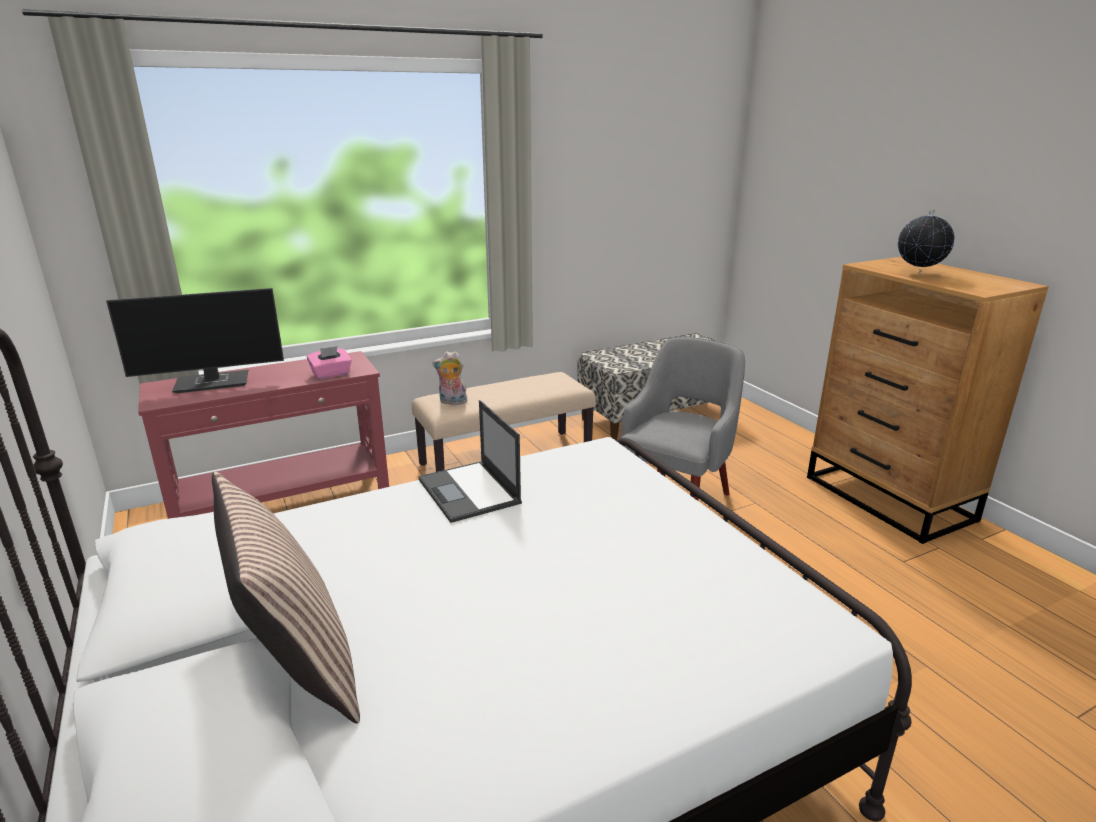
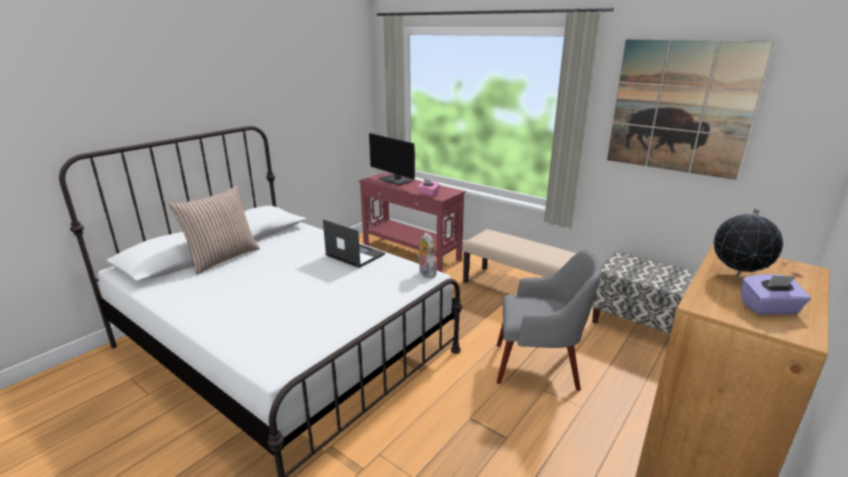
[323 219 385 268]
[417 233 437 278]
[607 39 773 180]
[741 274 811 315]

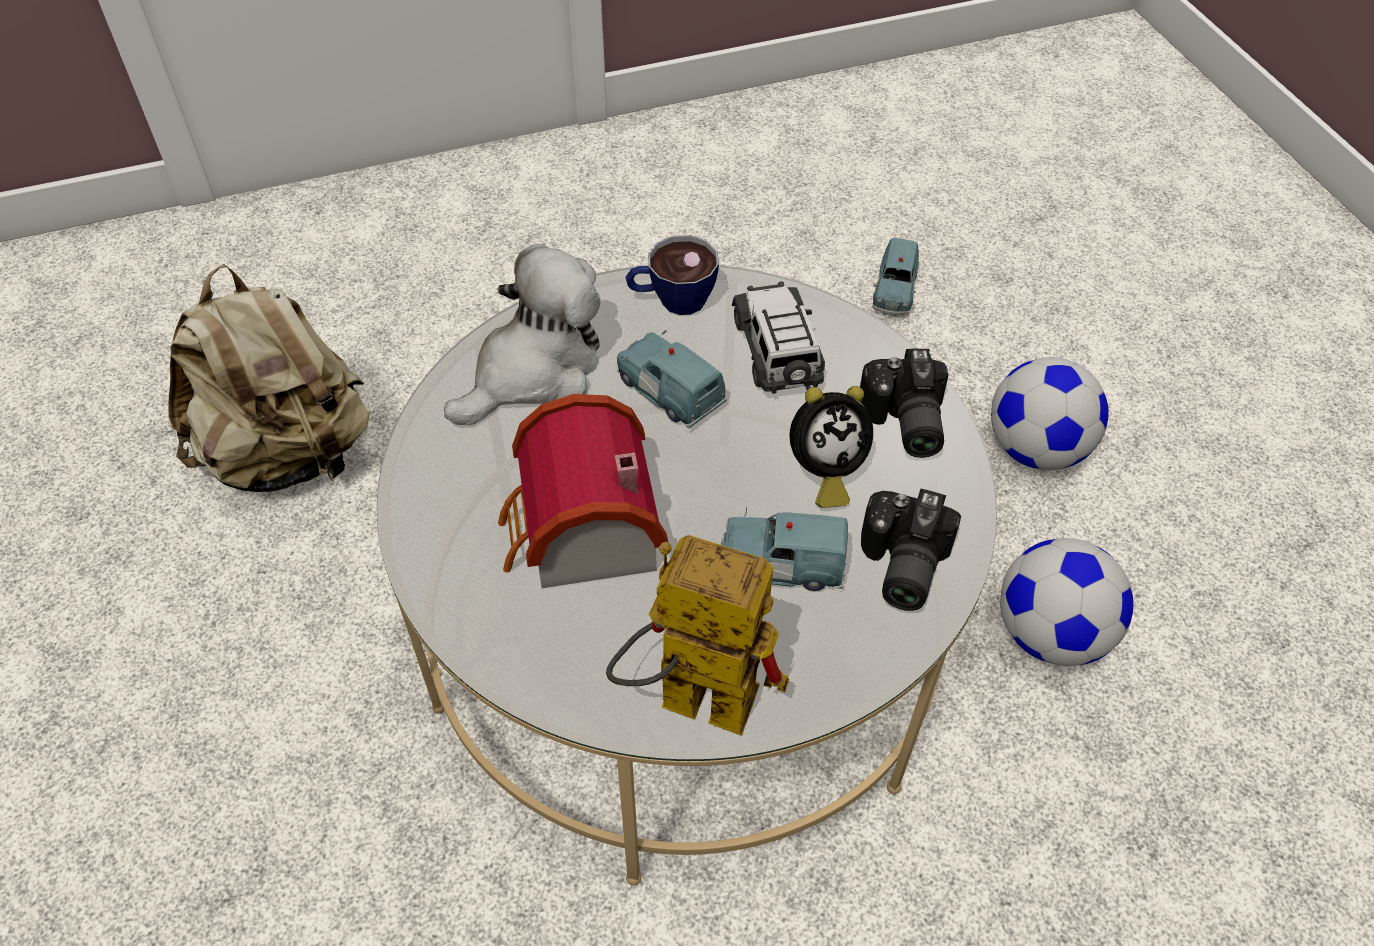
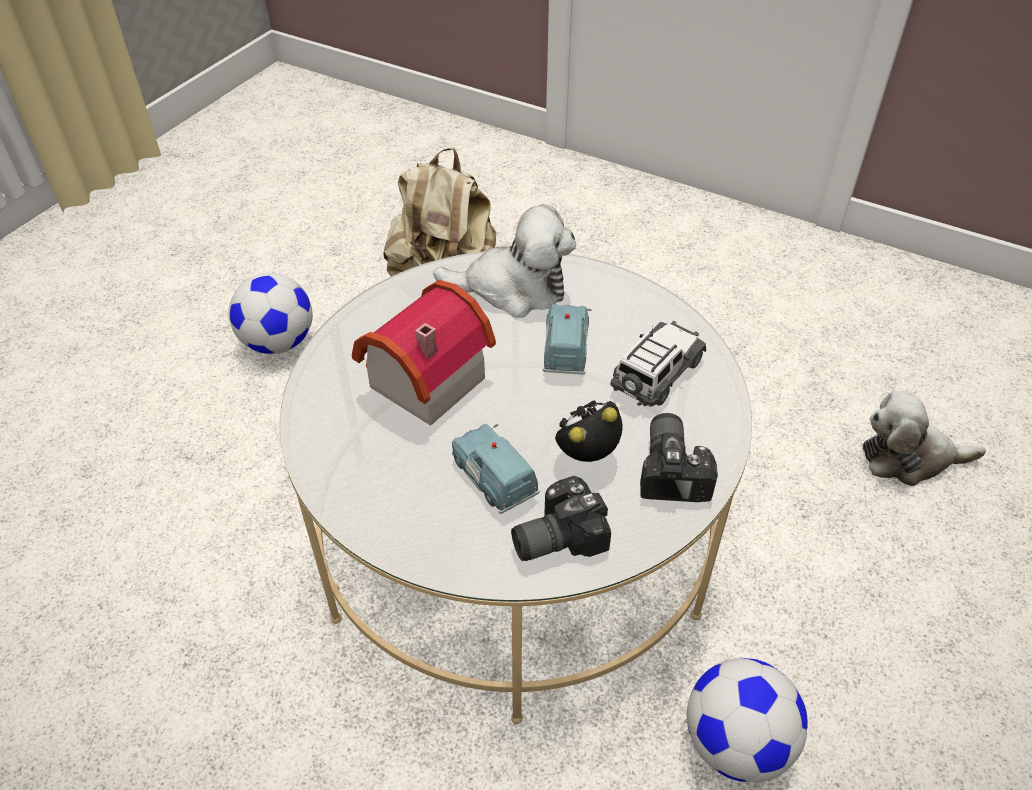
[606 535 789 736] (first image)
[626 235 719 315] (first image)
[555 400 622 462]
[640 413 718 502]
[863 391 986 486]
[228 273 313 354]

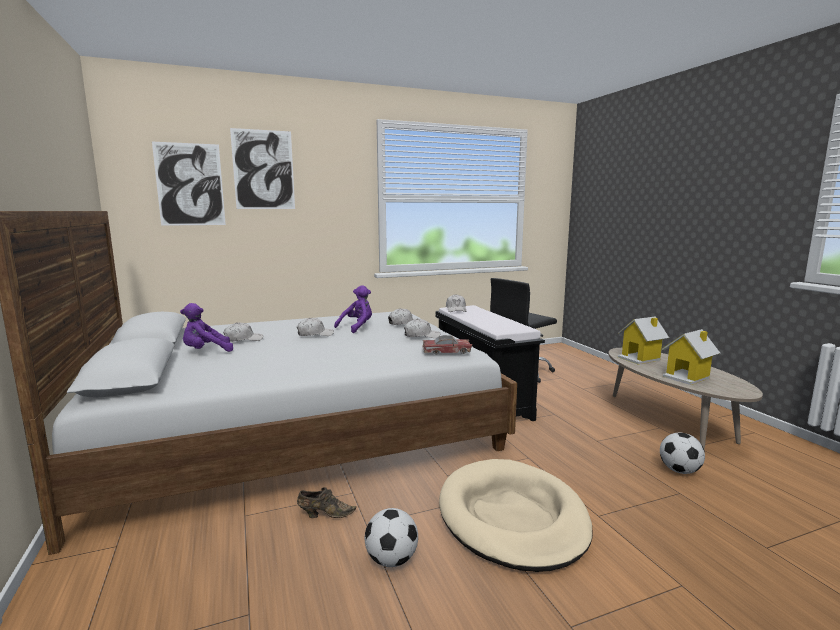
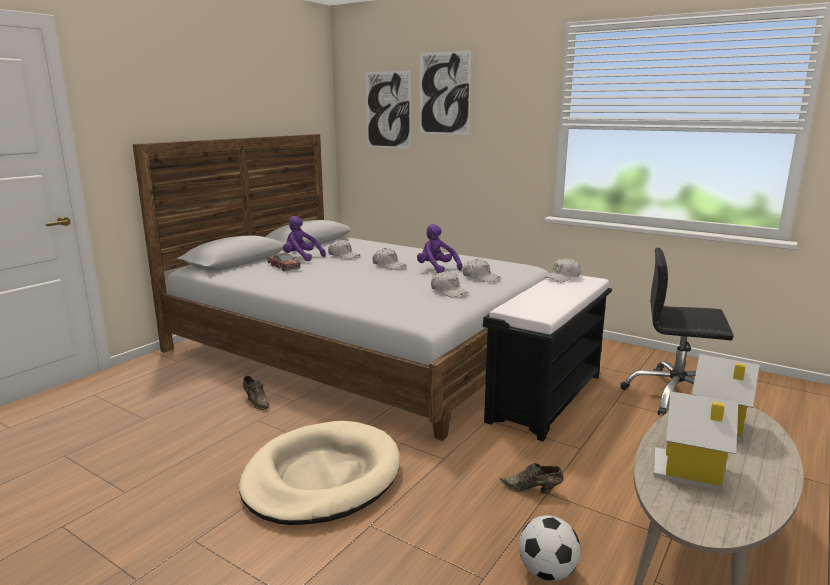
[417 224 462 273]
[365 508 418 567] (first image)
[267 253 300 271]
[500 463 564 494]

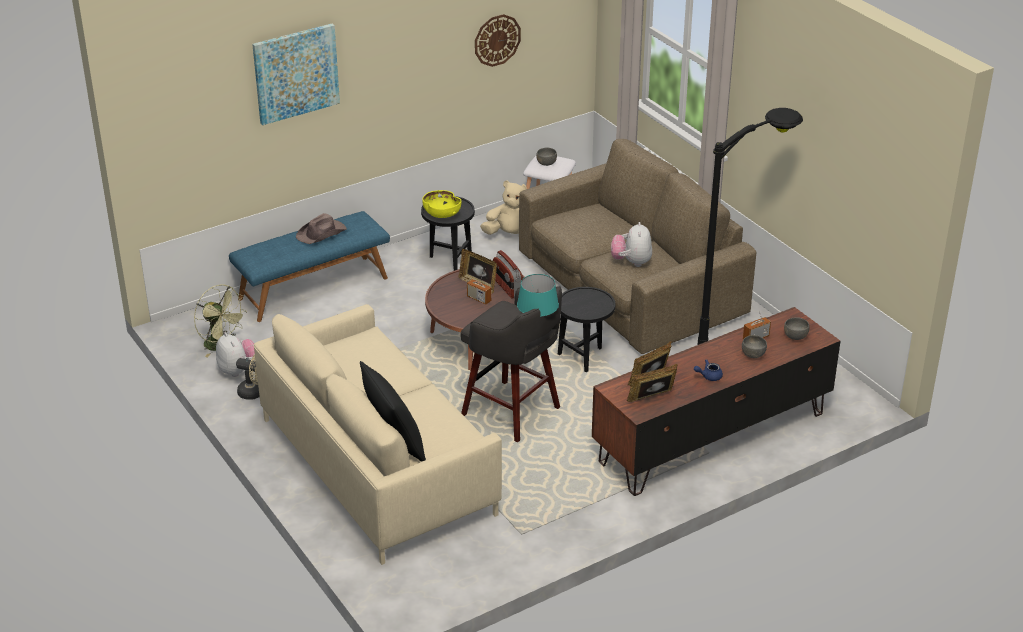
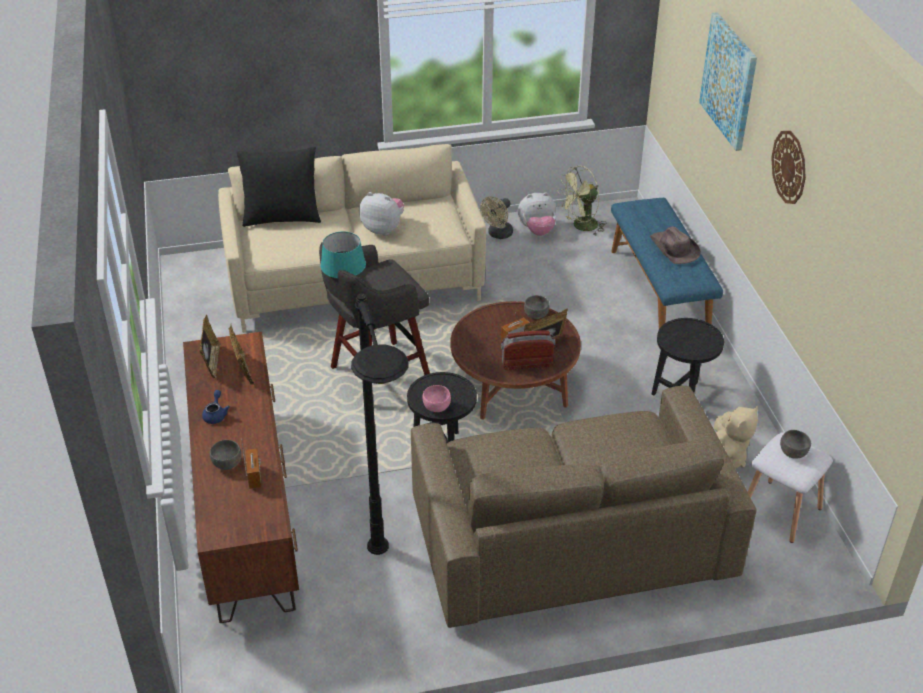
[422 190 462 218] (first image)
[771 131 806 204]
[359 192 404 236]
[524 295 549 319]
[423 385 451 412]

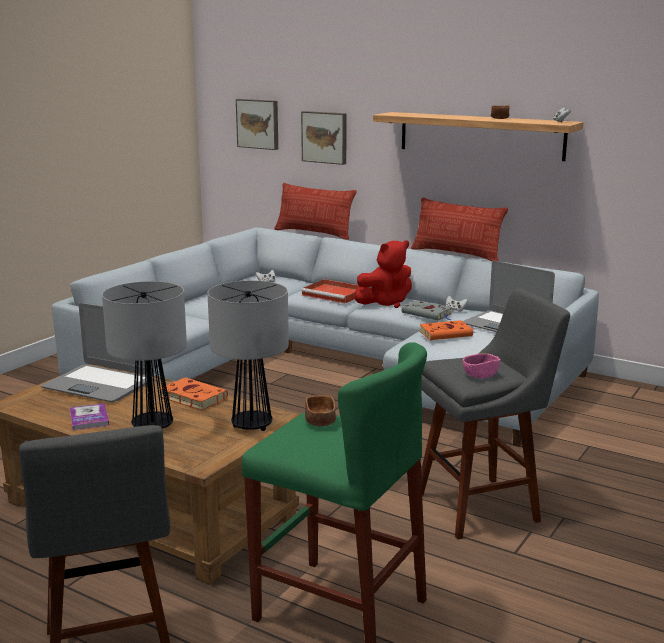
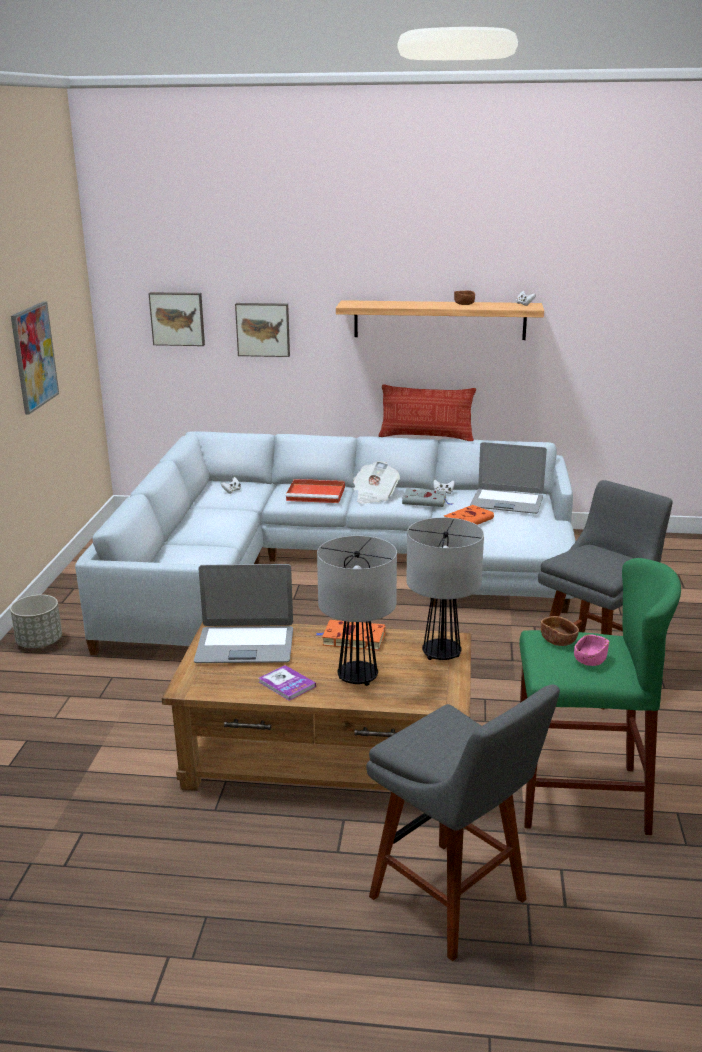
[274 183 356 240] (first image)
[353 461 400 504]
[574 634 609 666]
[10 595 62 648]
[11 301 59 414]

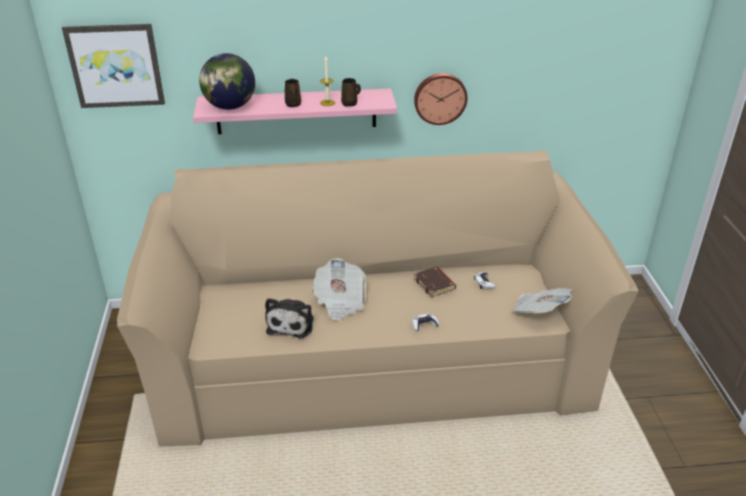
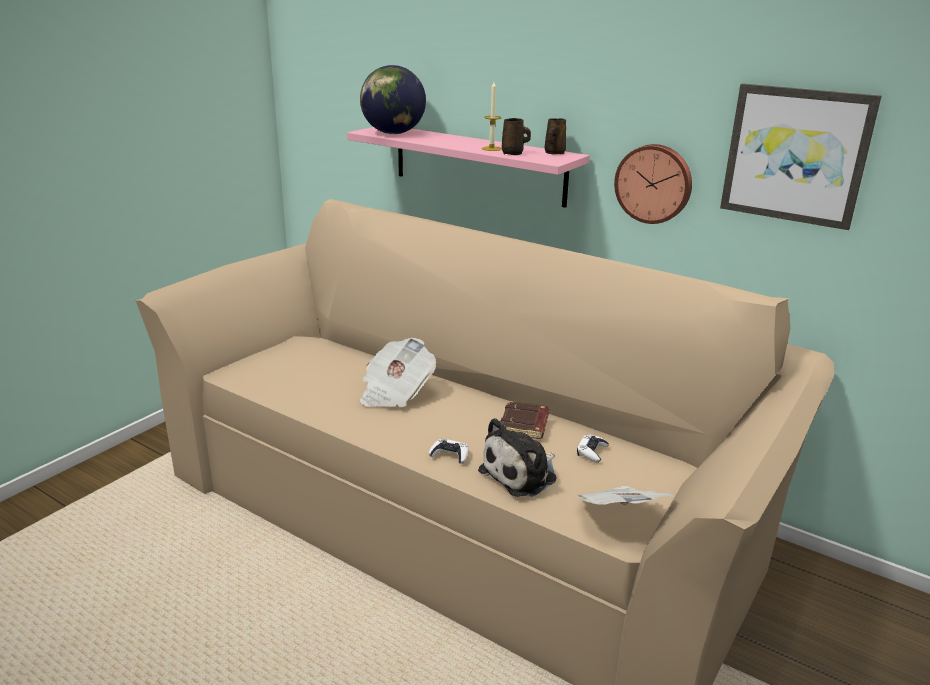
[720 83 881 230]
[478 418 557 497]
[545 118 566 154]

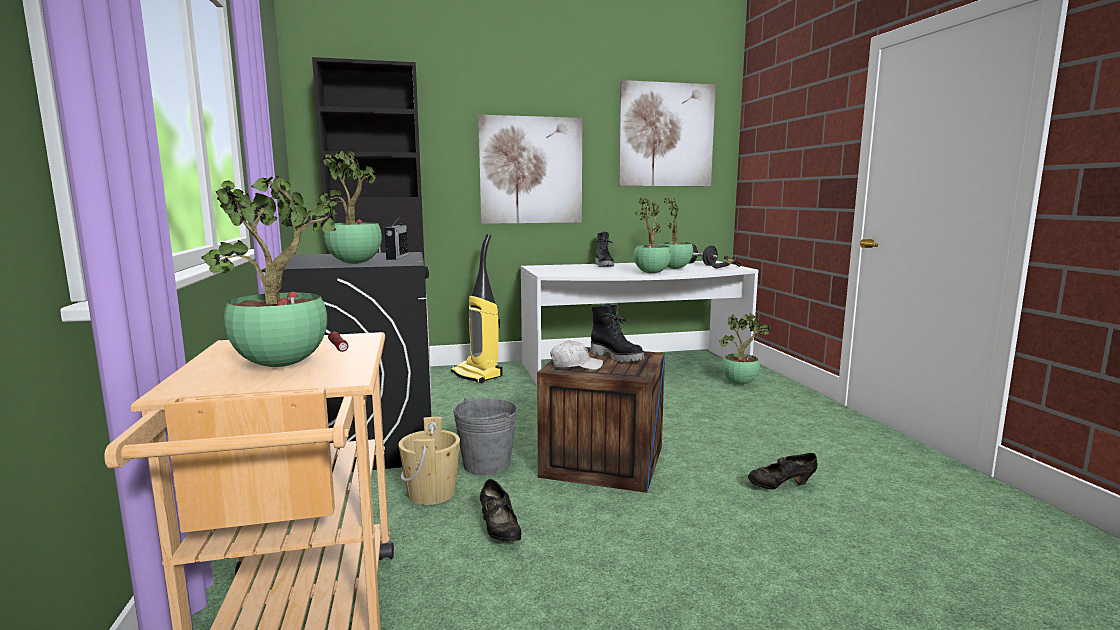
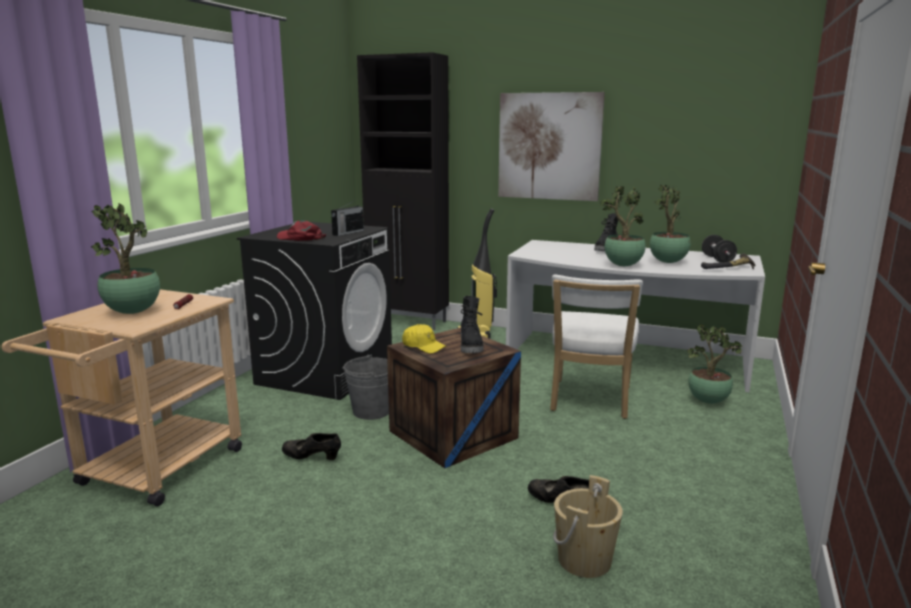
[277 220 326 241]
[553 475 623 578]
[282 433 341 460]
[402 324 447 354]
[618 80 716 186] (first image)
[550 275 643 419]

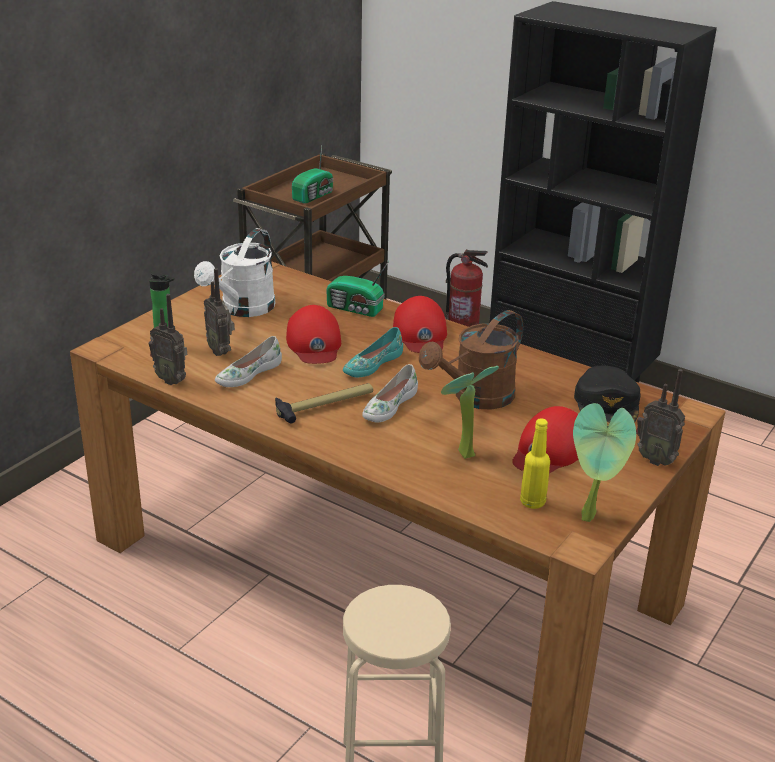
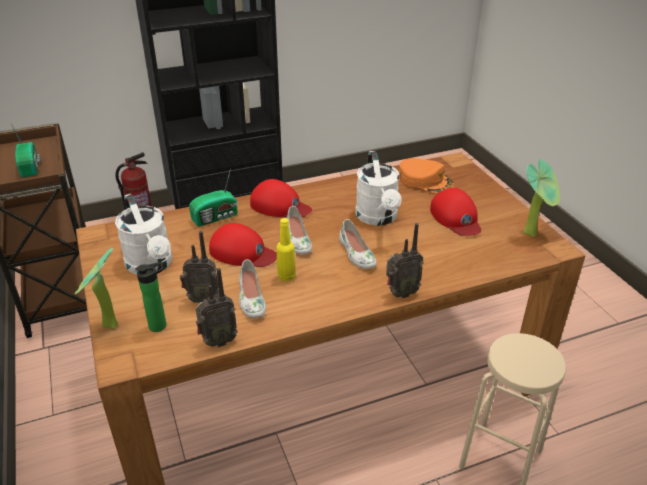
[275 383 373 423] (first image)
[286 206 312 254]
[355 151 402 226]
[75 248 118 329]
[276 218 296 281]
[400 158 454 193]
[386 223 424 298]

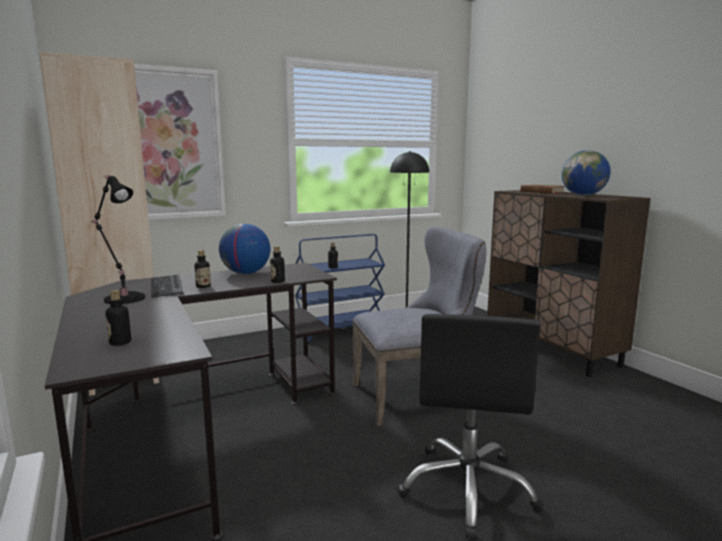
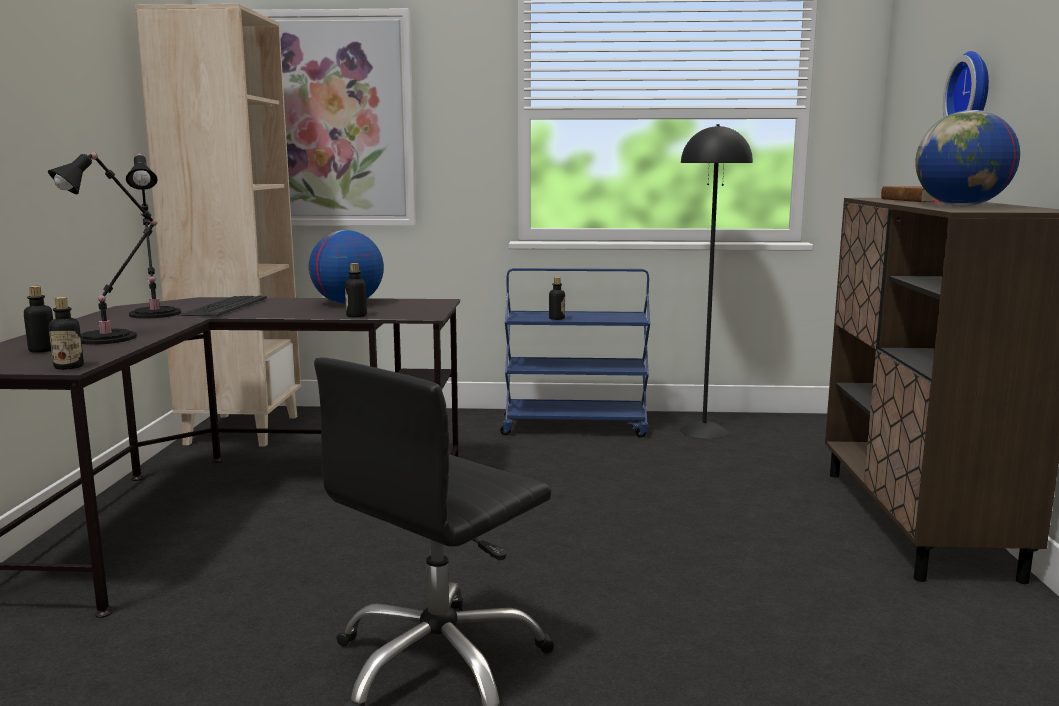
[49 297 84 370]
[352 226 486 426] (first image)
[48 152 157 345]
[943 51 989 117]

